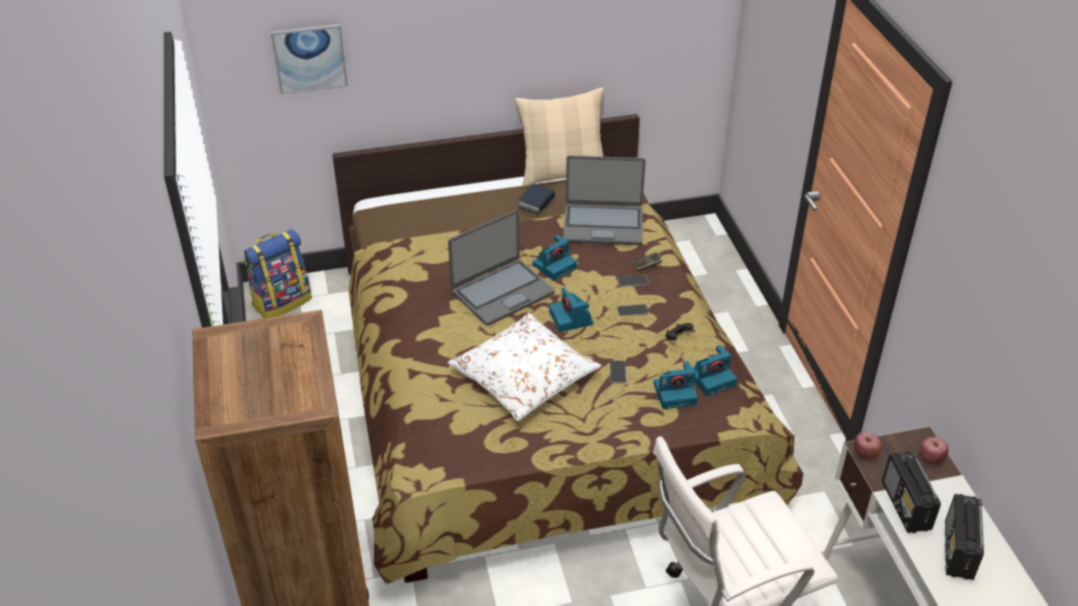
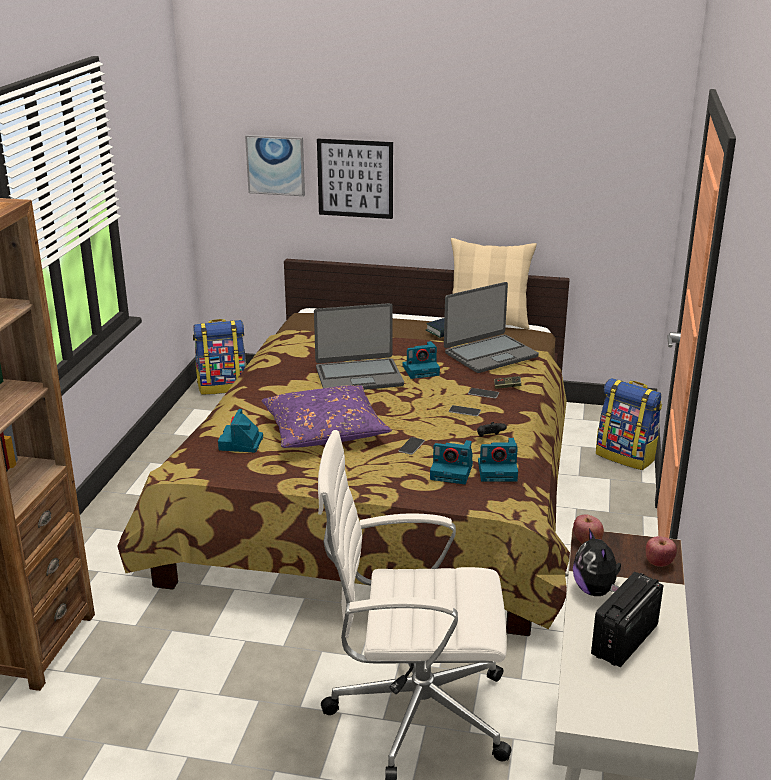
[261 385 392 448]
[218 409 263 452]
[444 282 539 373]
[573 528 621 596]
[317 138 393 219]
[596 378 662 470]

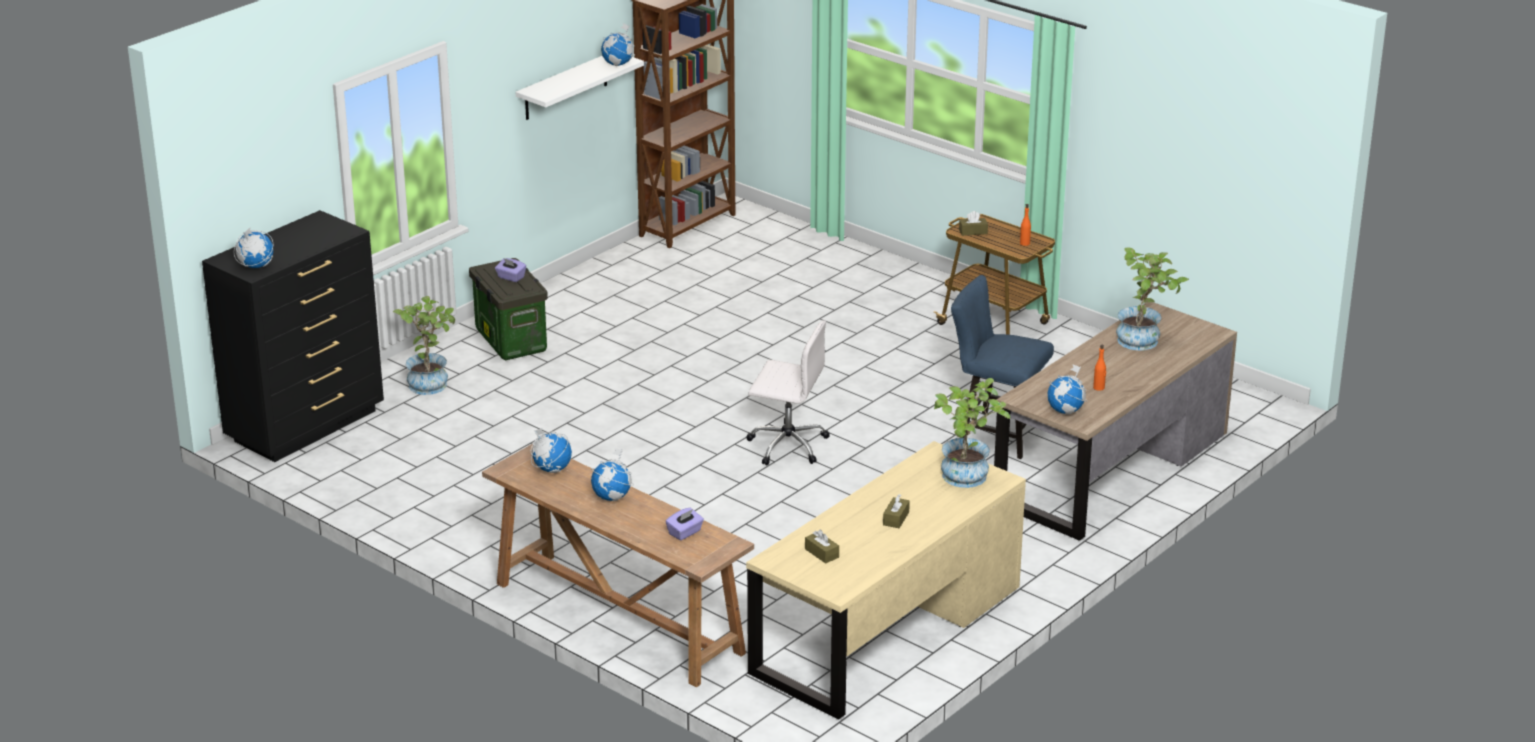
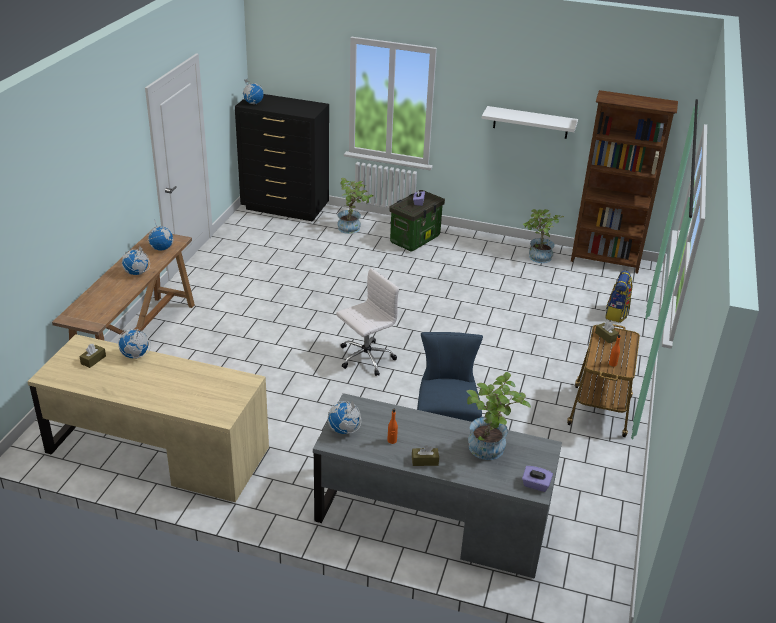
[118 329 151 359]
[522 466 553 492]
[336 268 399 376]
[412 445 439 466]
[523 209 564 263]
[313 393 562 579]
[605 270 633 323]

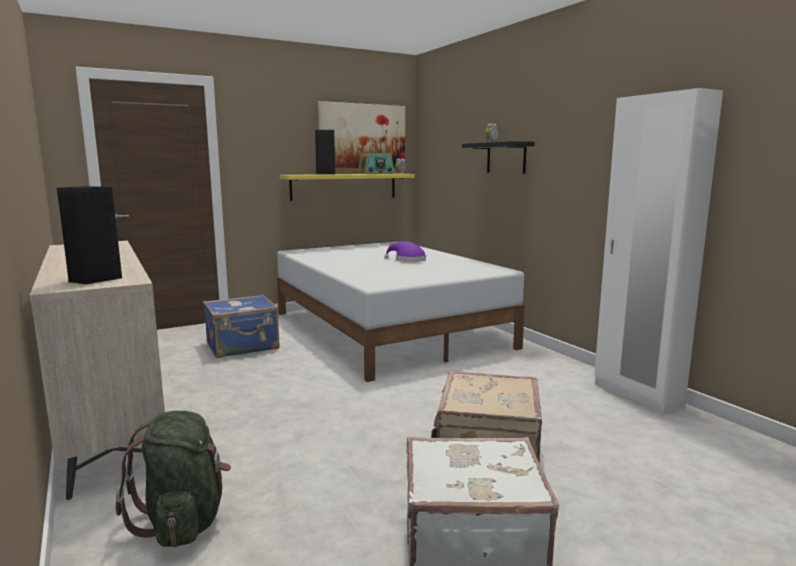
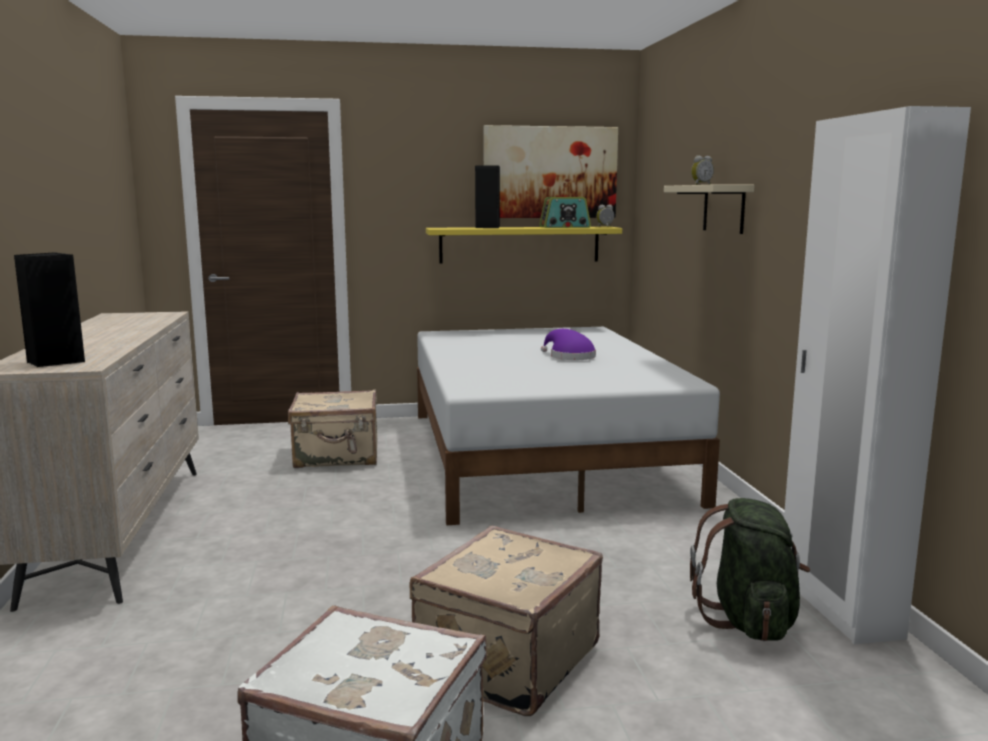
[690 498 810 641]
[288 390 377 468]
[664 185 755 234]

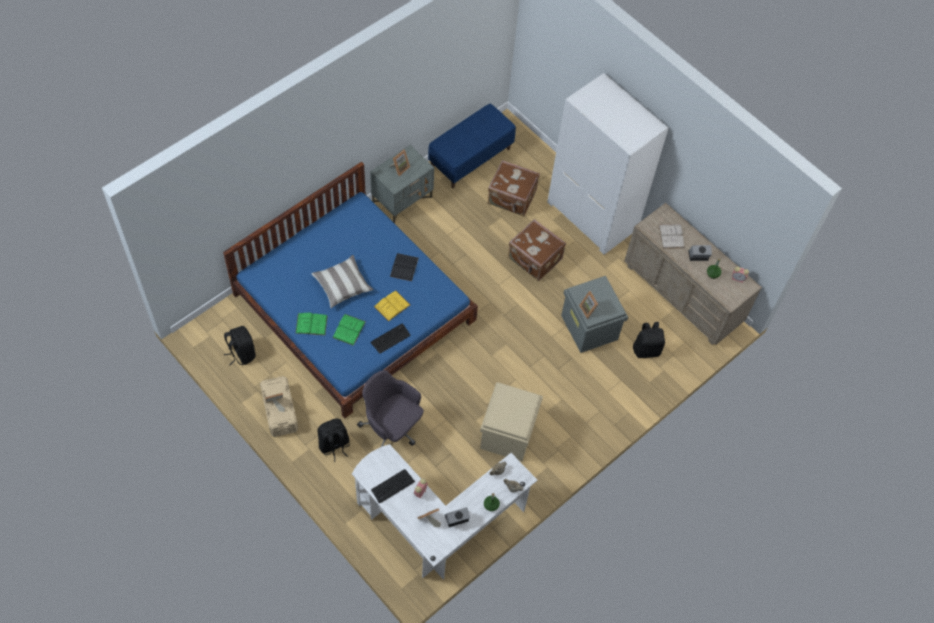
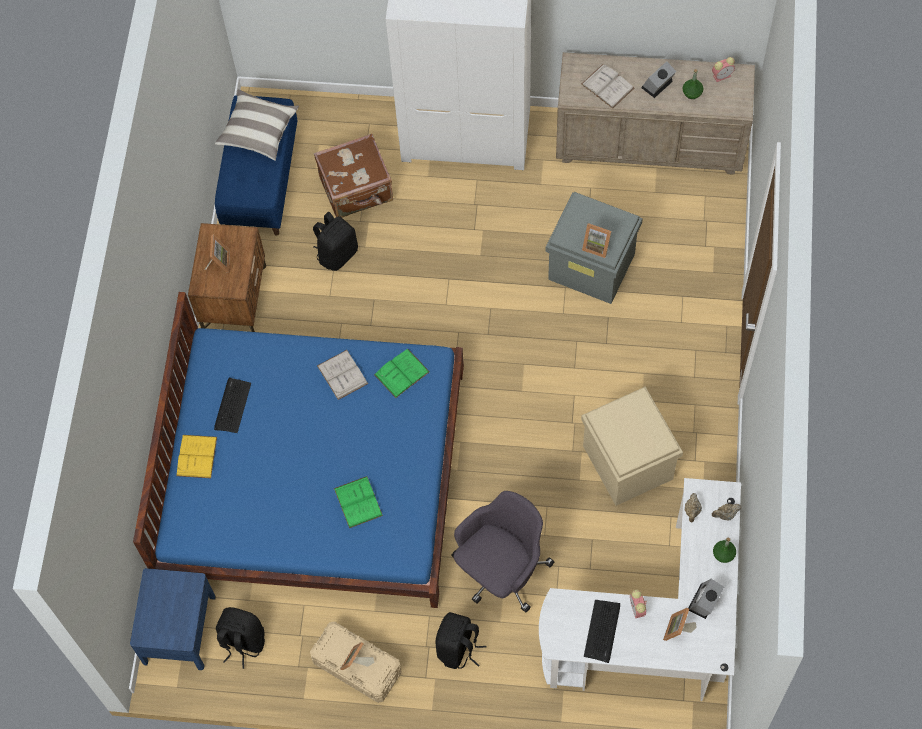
[374 349 430 398]
[215 89 299 161]
[451 491 555 612]
[188 223 266 332]
[214 378 251 433]
[176 435 217 478]
[317 350 368 400]
[508 219 566 281] (first image)
[313 212 358 271]
[130 568 215 670]

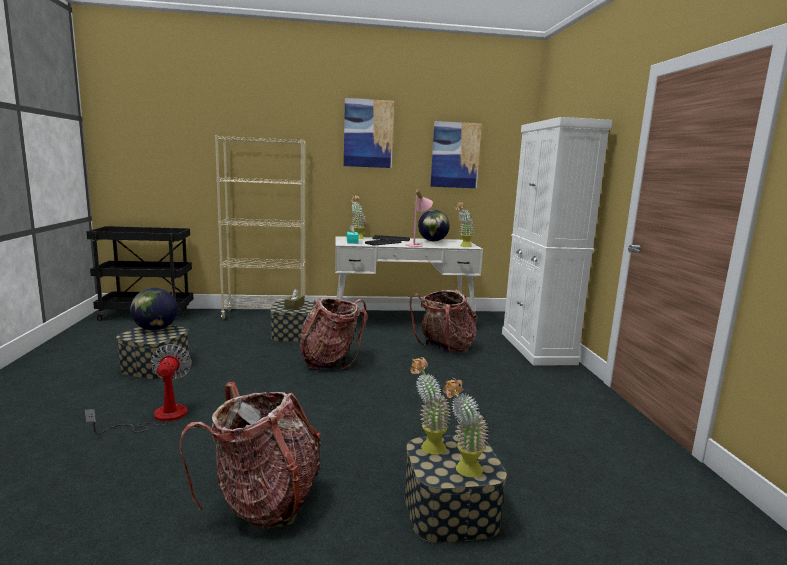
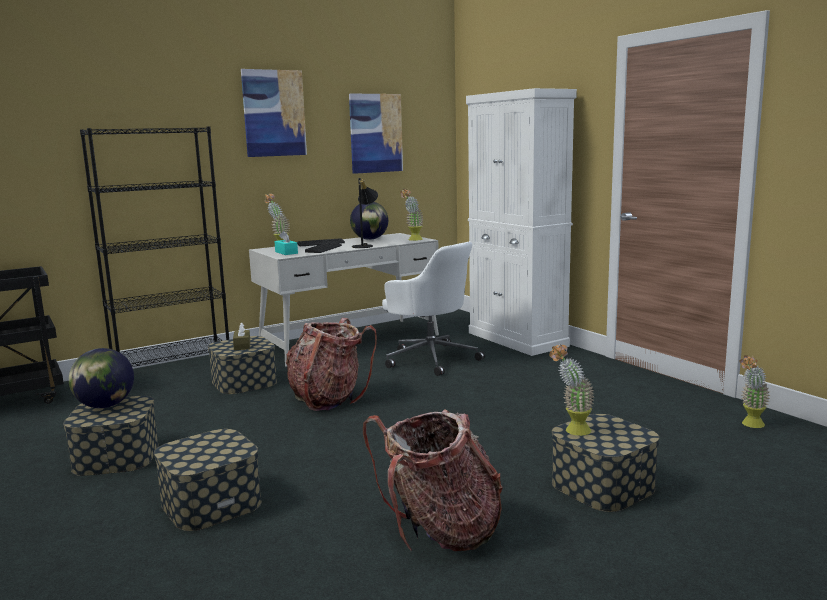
[154 429 261 531]
[80 126 229 367]
[352 178 378 248]
[382 242 485 376]
[740 355 771 428]

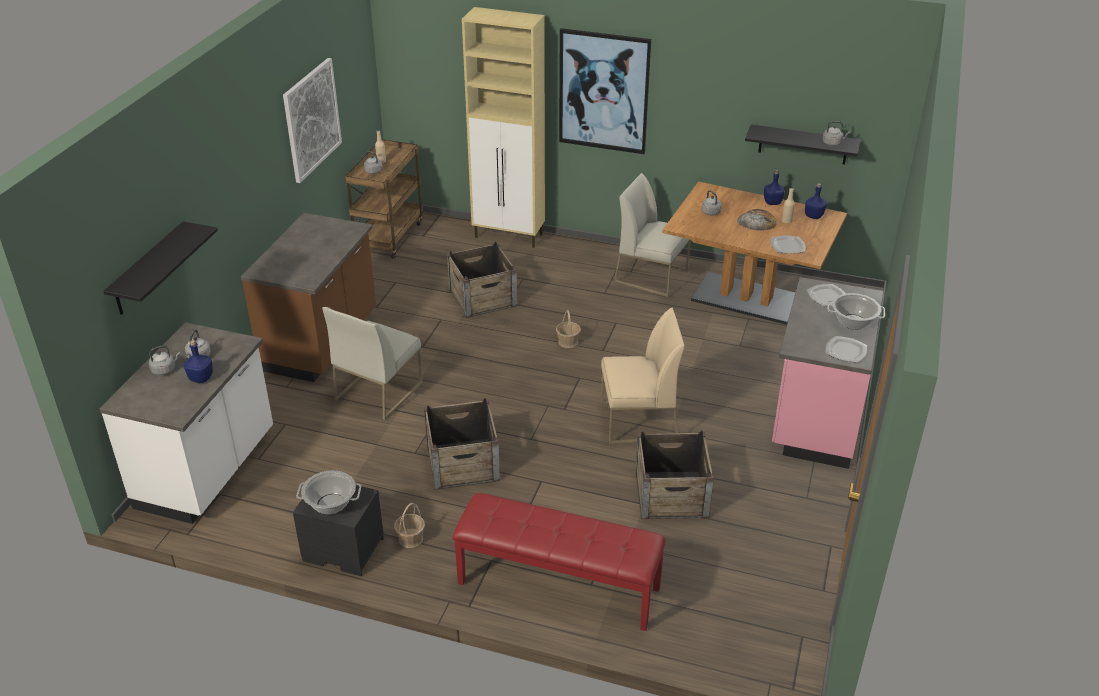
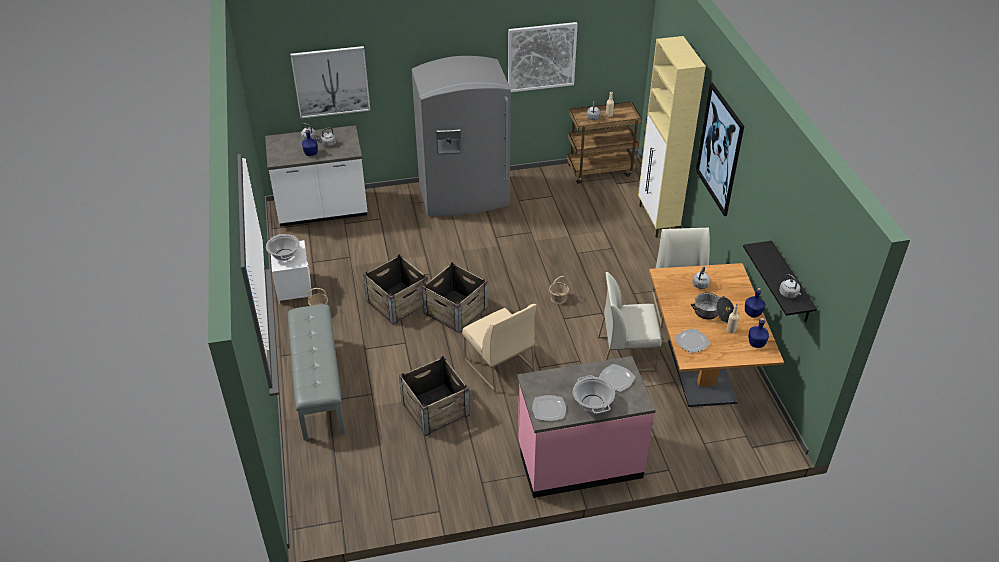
[290 46 371 119]
[412 56 511 216]
[271 240 312 304]
[598 272 662 372]
[422 262 488 333]
[288 304 345 440]
[691 293 734 323]

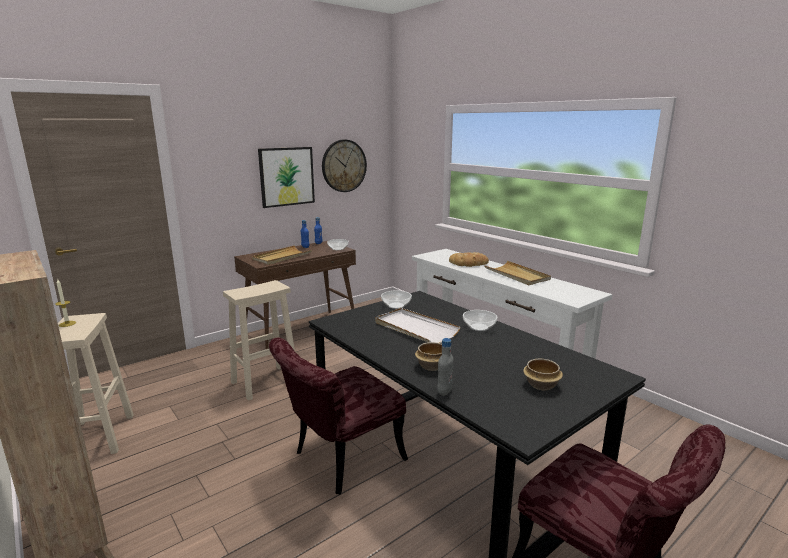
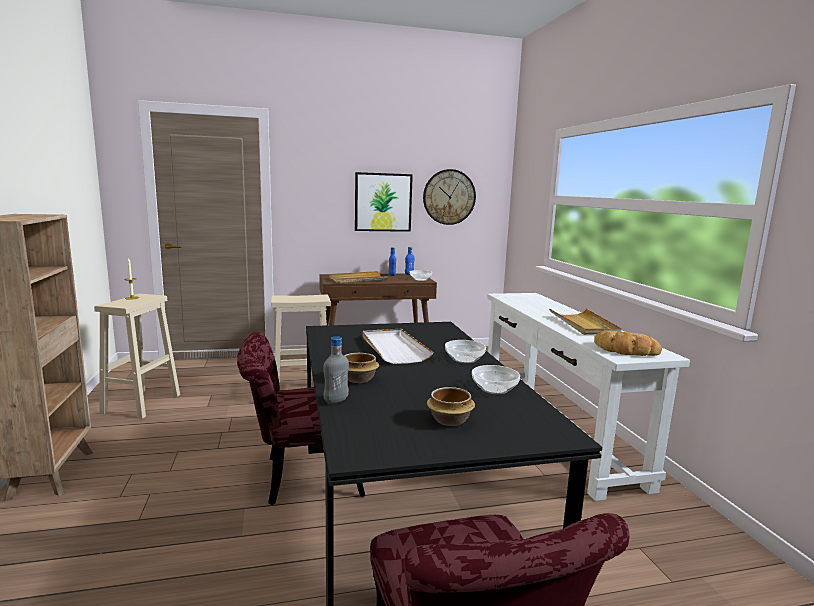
[472 365 520 394]
[594 331 662 356]

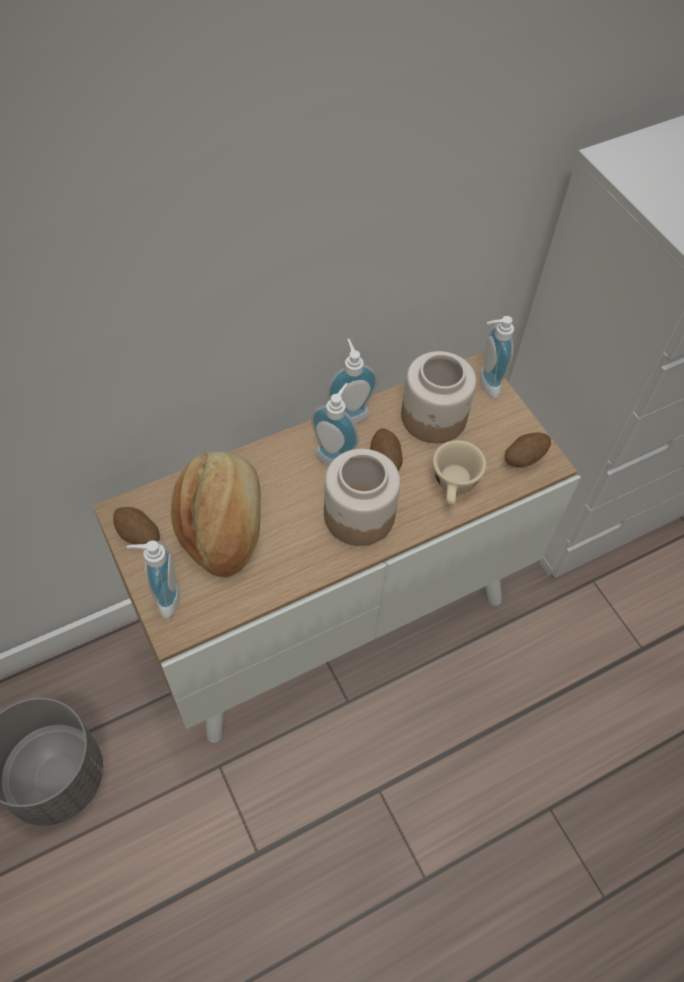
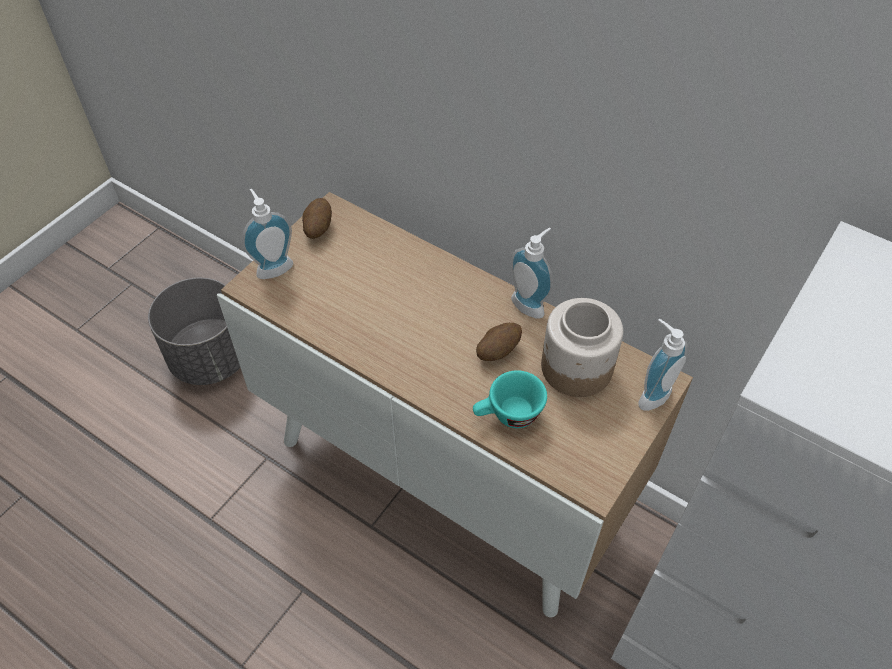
[171 451 261 577] (first image)
[311 383 359 466] (first image)
[324 449 400 546] (first image)
[473 370 547 428]
[505 432 551 467] (first image)

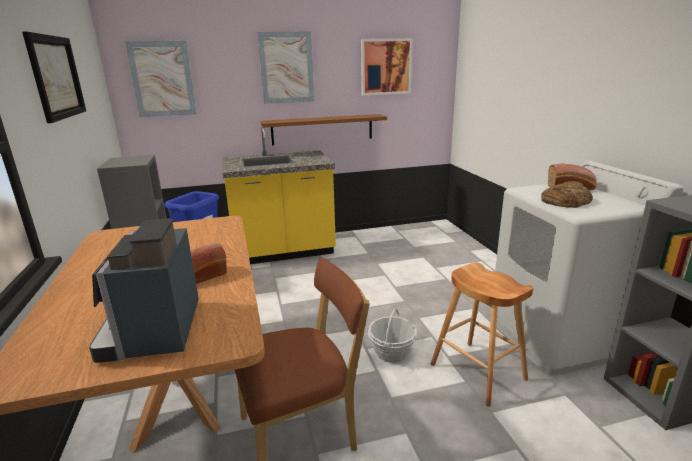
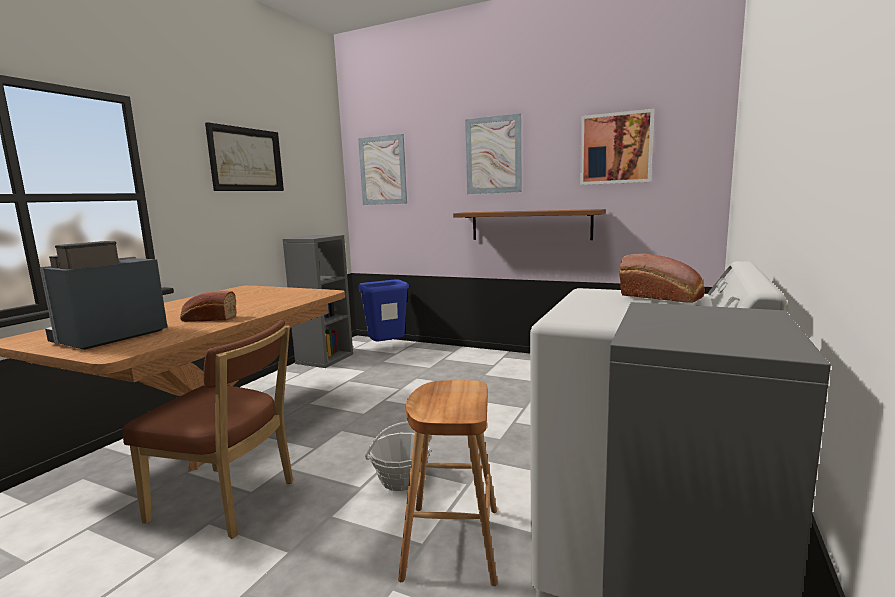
[223 127 336 264] (first image)
[541 181 593 208] (first image)

